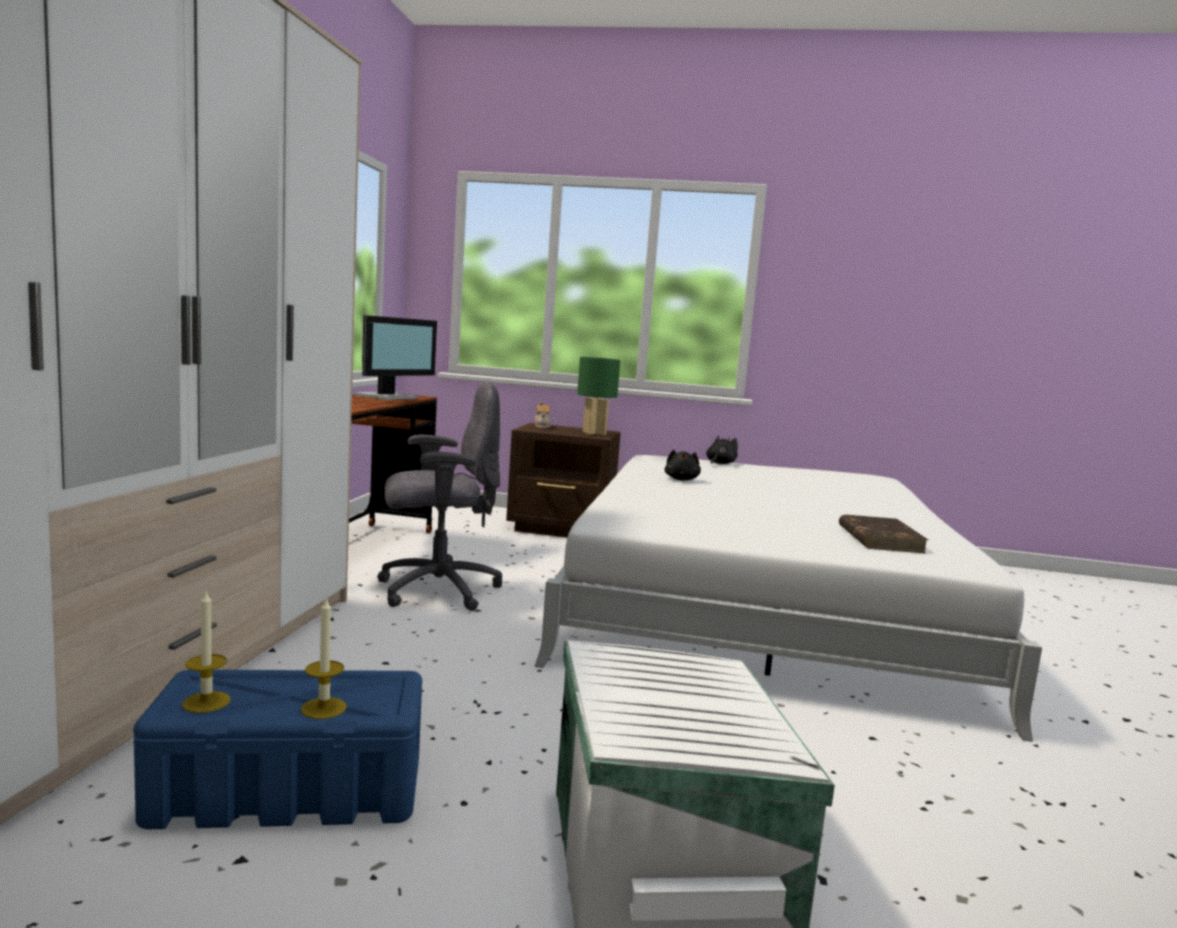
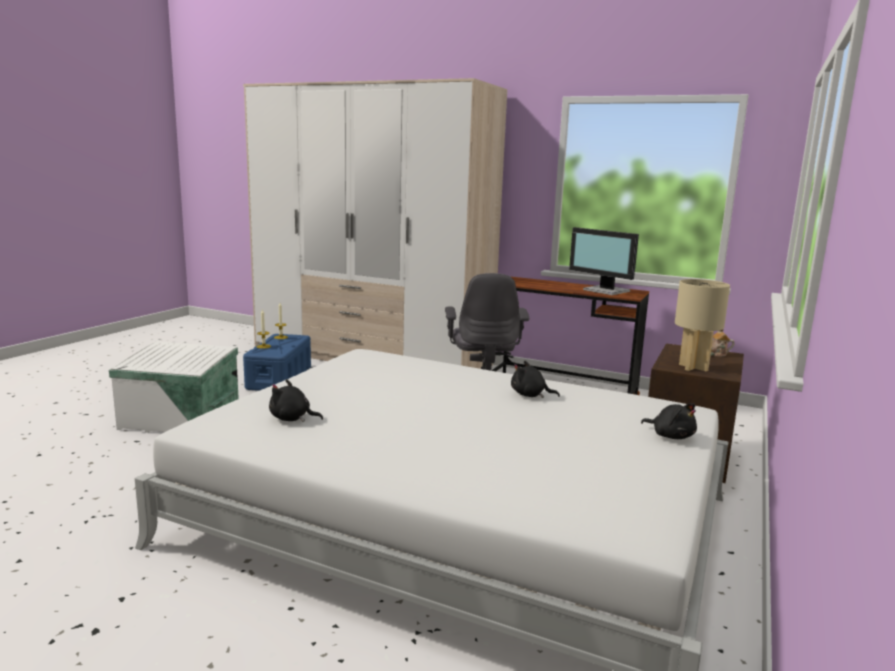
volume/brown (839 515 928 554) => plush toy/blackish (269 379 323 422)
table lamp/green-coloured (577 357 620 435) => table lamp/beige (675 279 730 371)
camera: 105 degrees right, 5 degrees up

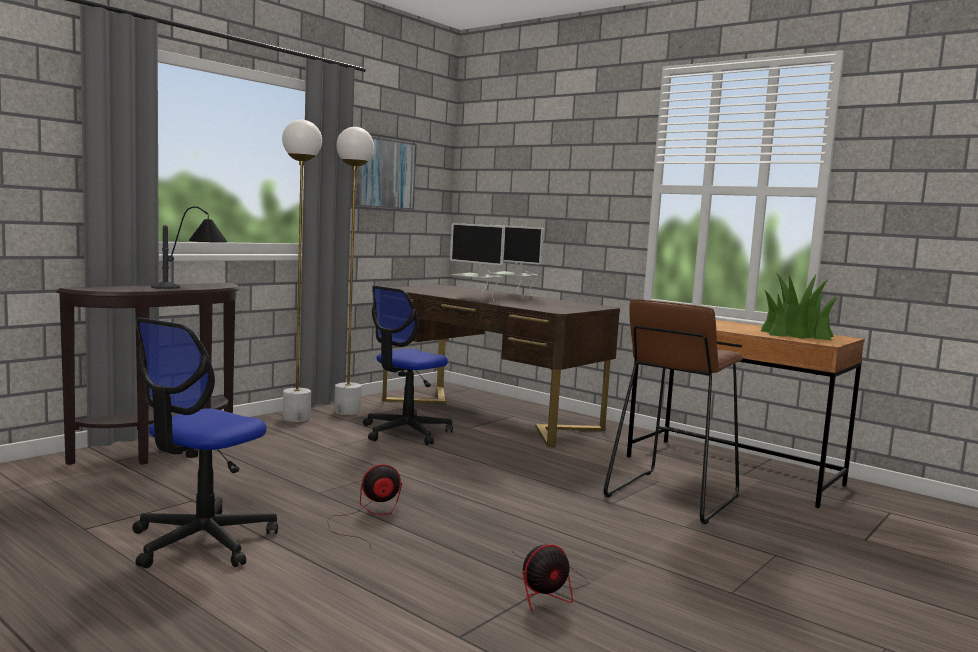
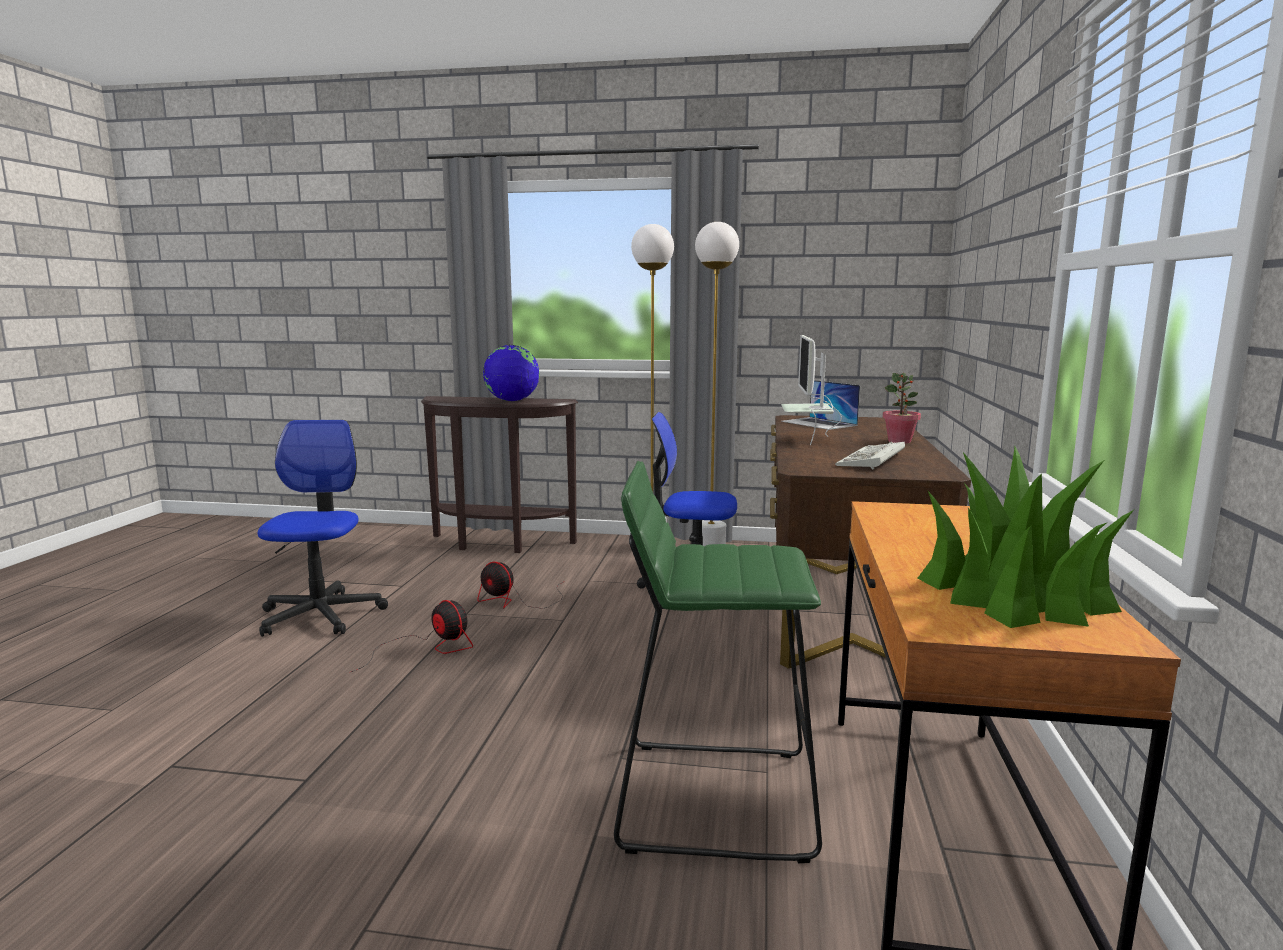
picture (351 137 417 210) => nothing
nothing => notebook computer (781 380 860 430)
nothing => computer keyboard (835 442 905 470)
fan (513 544 588 612) => fan (477 562 565 609), moved
table lamp (151 206 227 289) => world globe (483 345 540 401)
monitor (490 225 544 298) => potted plant (883 373 921 444)
sitting stool/brown (604 299 744 524) => sitting stool/green-coloured (614 461 822 863)
desk chair (132 317 278 568) => desk chair (258 420 388 637), 90 degrees clockwise
camera: 60 degrees right, 5 degrees up

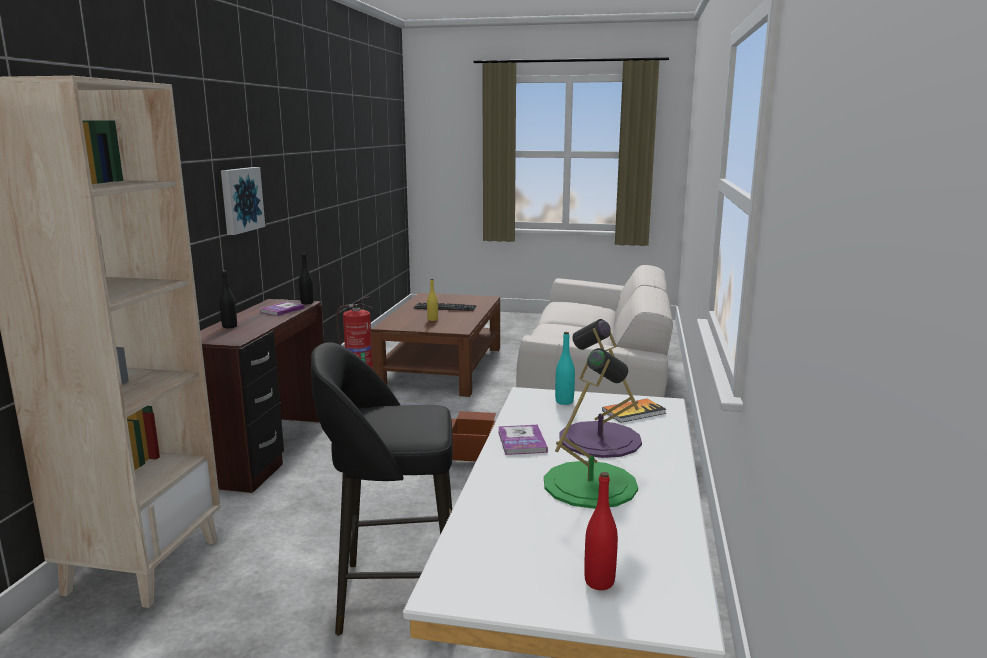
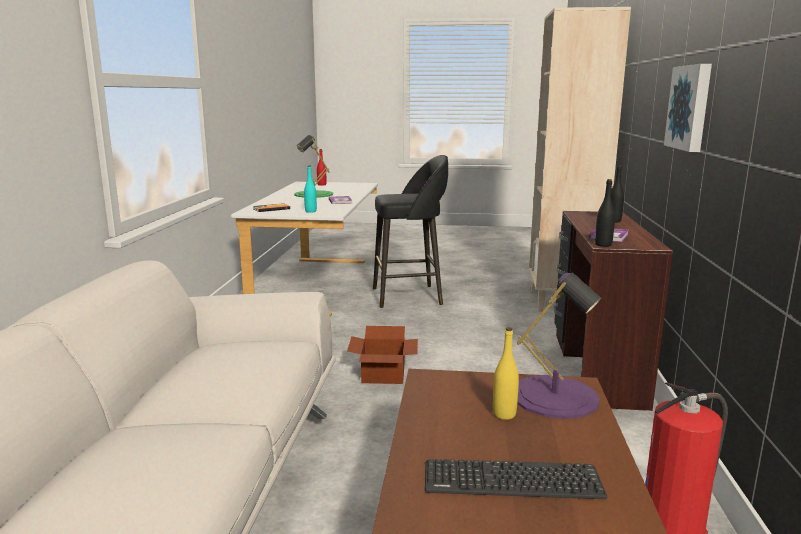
table lamp/purplish (560 319 642 458) => table lamp/purplish (517 272 601 419), moved
camera: 175 degrees right, 0 degrees up

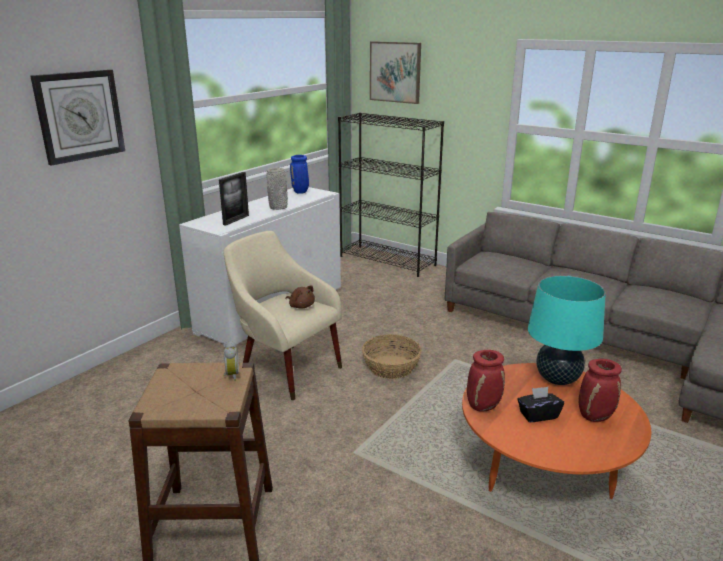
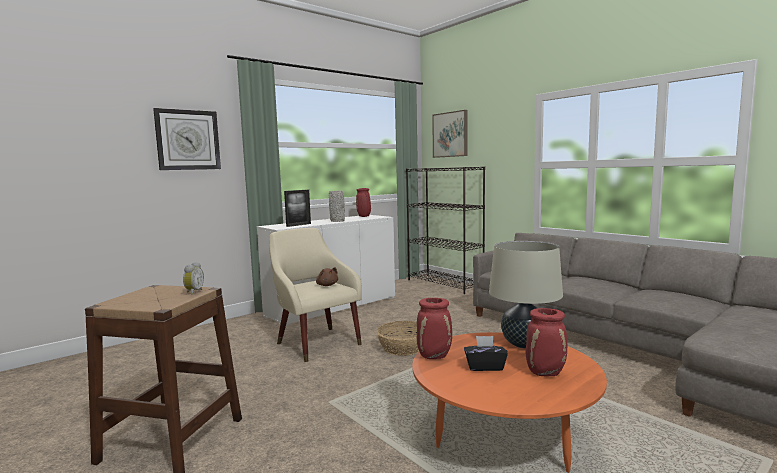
flower vase/blue-coloured (290 155 309 194) => flower vase/reddish (356 188 371 217)
table lamp/blue-green (528 275 606 385) => table lamp/beige (489 241 563 349)
camera: 15 degrees right, 15 degrees down

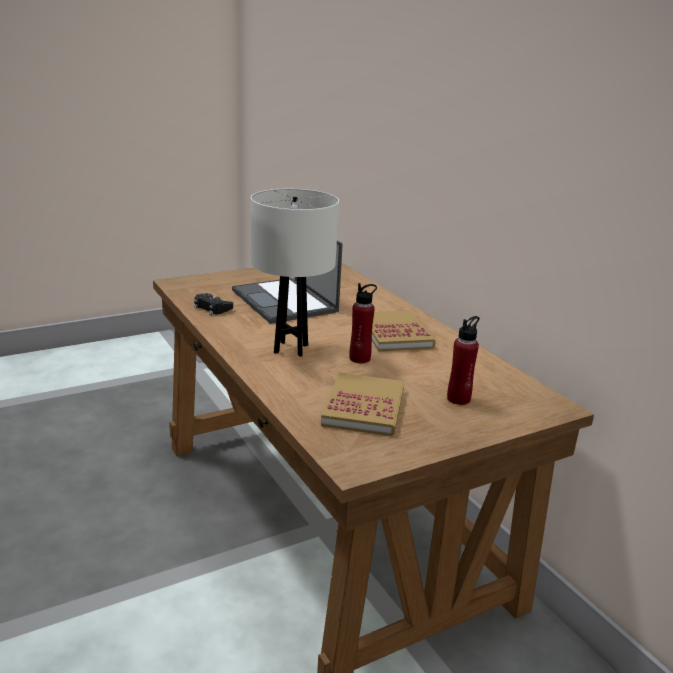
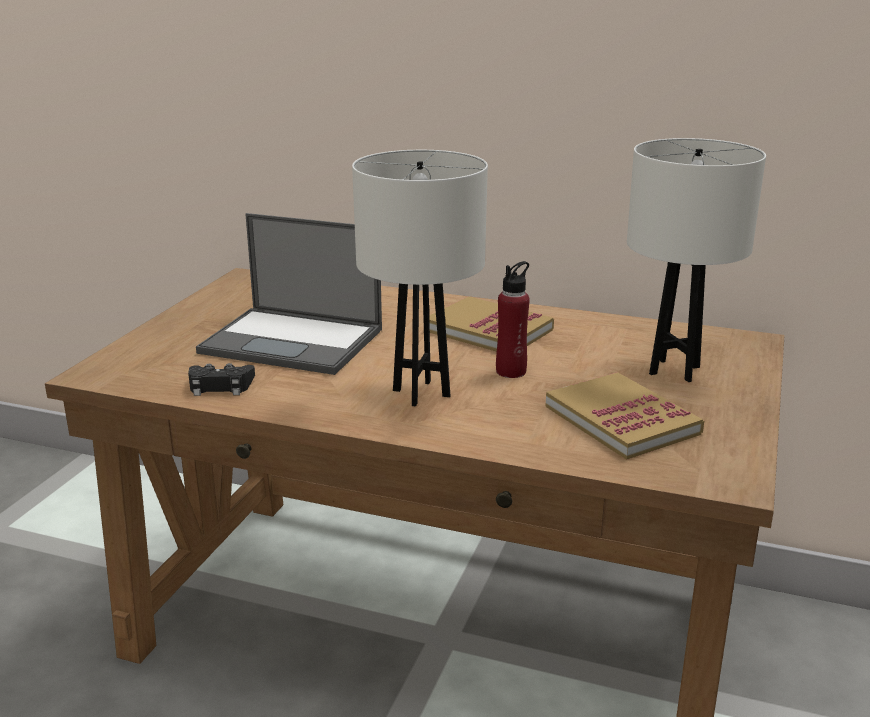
drink bottle/reddish (447 316 480 405) => table lamp/white (627 138 766 382)
camera: 40 degrees left, 0 degrees up

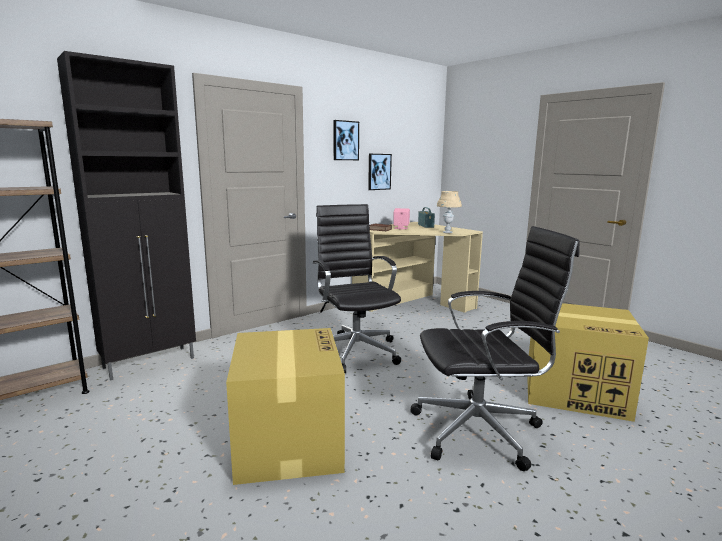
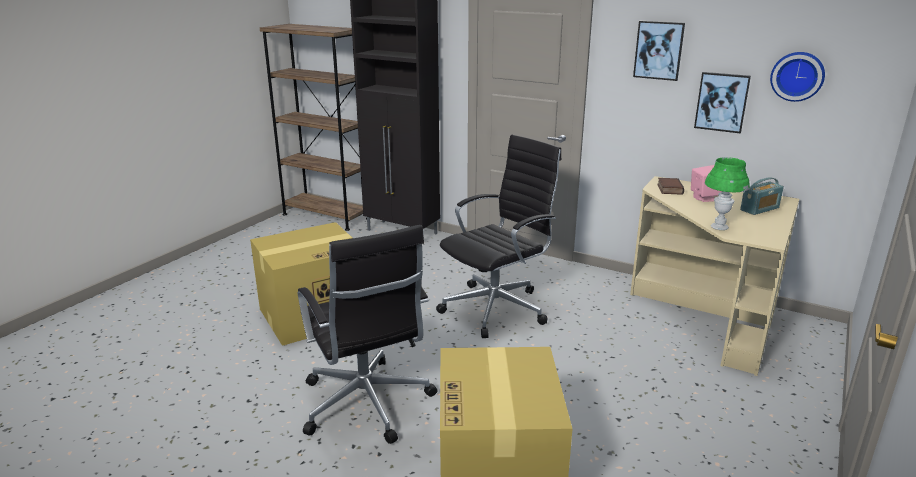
nothing => clock on the wall (770 52 825 102)
table lamp/beige (437 191 462 233) => table lamp/green-coloured (705 157 750 230)
camera: 70 degrees right, 10 degrees up

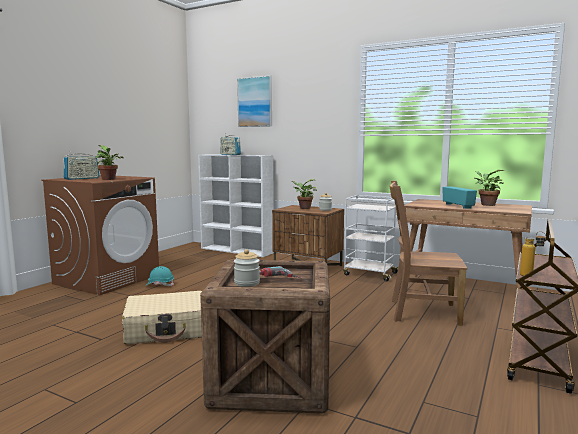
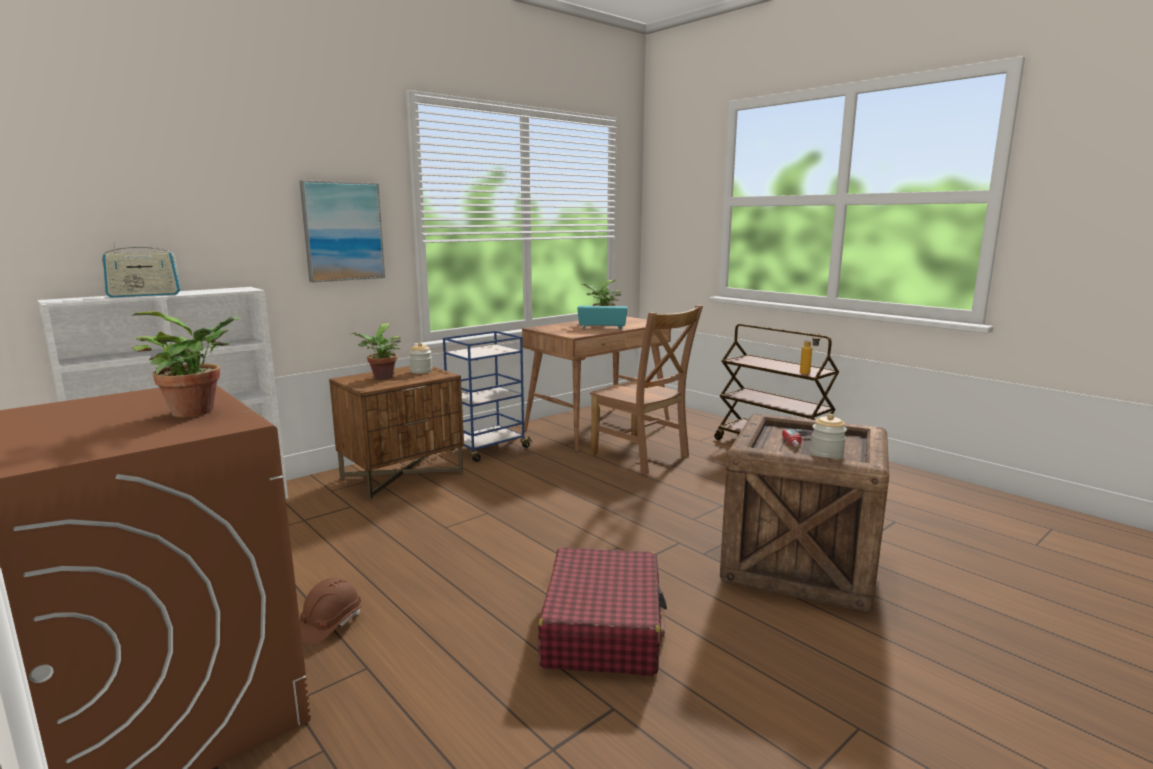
radio (63 151 100 180) => nothing
picture (237 75 272 127) => picture (300 181 385 282), moved
suitcase/beige (122 291 202 344) => suitcase/reddish (538 547 667 676)
work helmet/blue-green (145 266 174 286) => work helmet/brown (299 578 362 645)
cart/white (343 195 398 281) => cart/blue-coloured (443 331 532 462)
upright chair/brown (389 181 467 326) => upright chair/brown (590 305 703 474), 75 degrees counterclockwise
camera: 70 degrees left, 5 degrees up

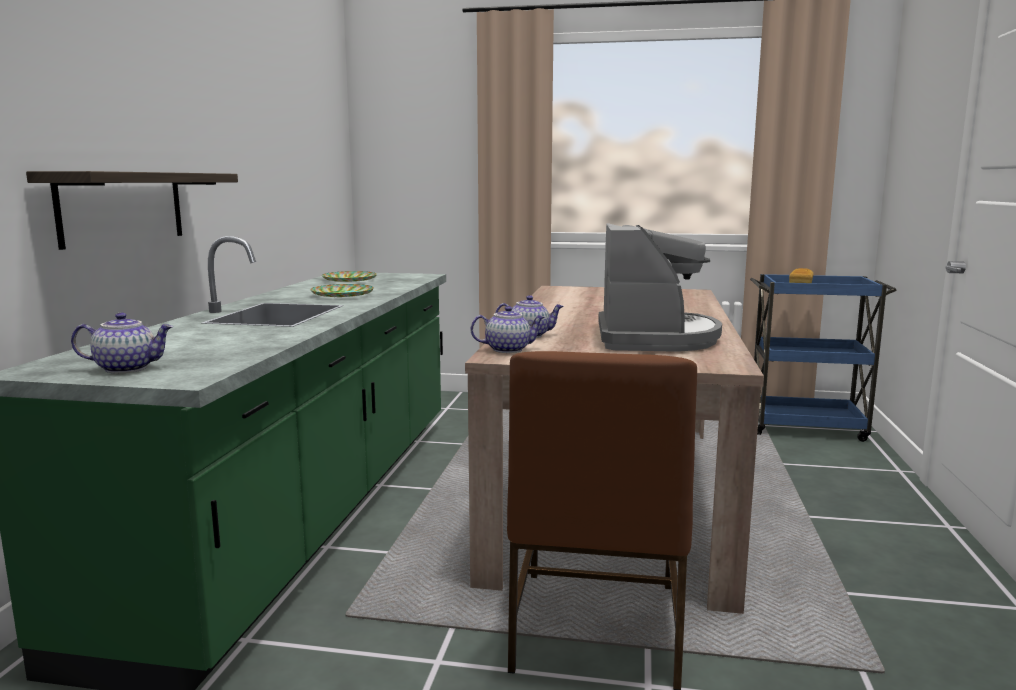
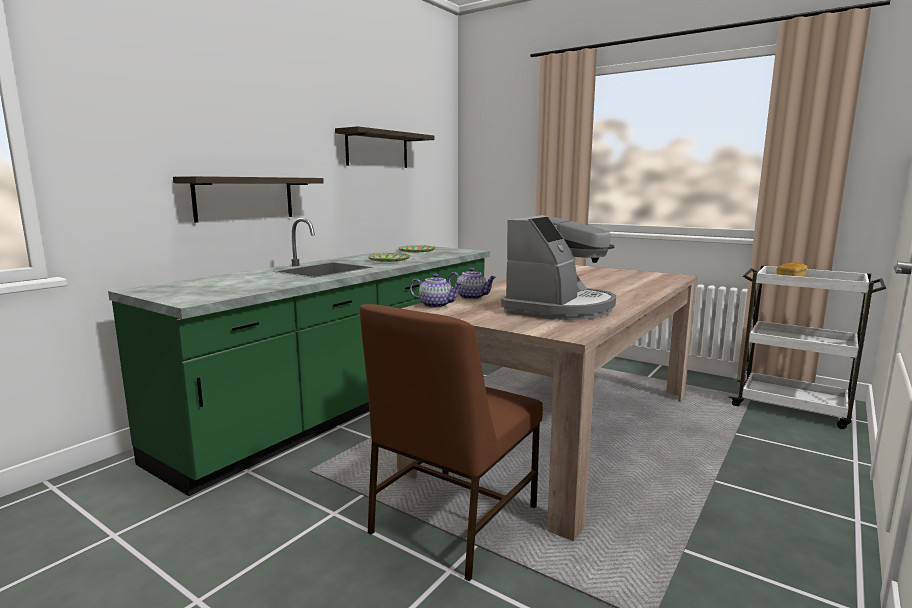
teapot (71 312 173 373) => nothing
nothing => shelf (335 126 435 168)
cart/blue-coloured (750 274 897 442) => cart/white (728 265 886 429)
camera: 25 degrees right, 0 degrees up

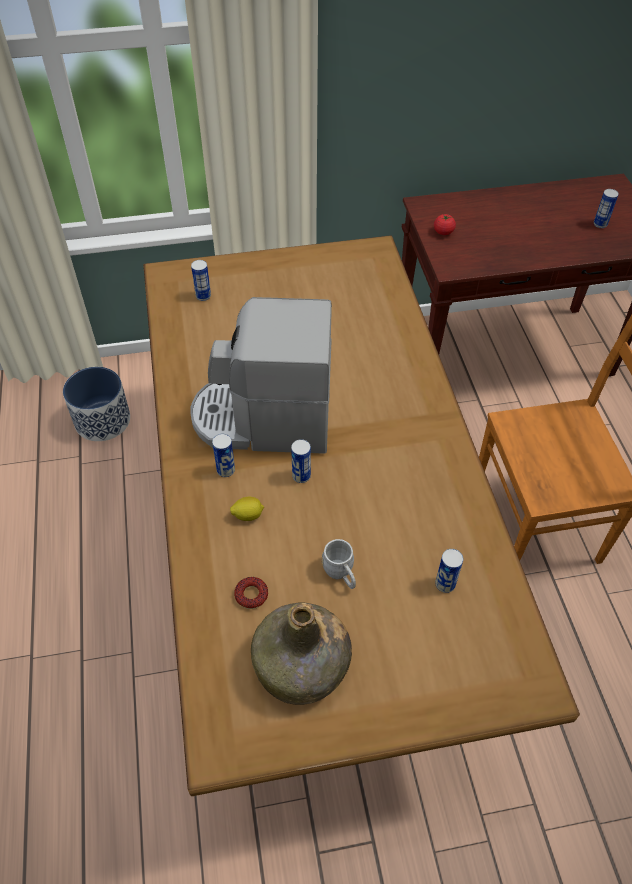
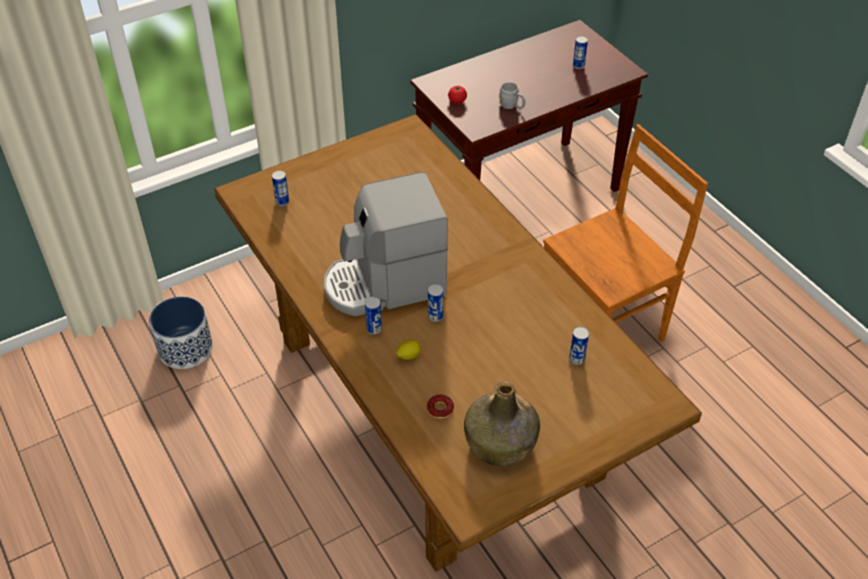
mug/greyish (322 539 356 589) => mug/greyish (499 82 525 109), moved
camera: 20 degrees left, 5 degrees down

